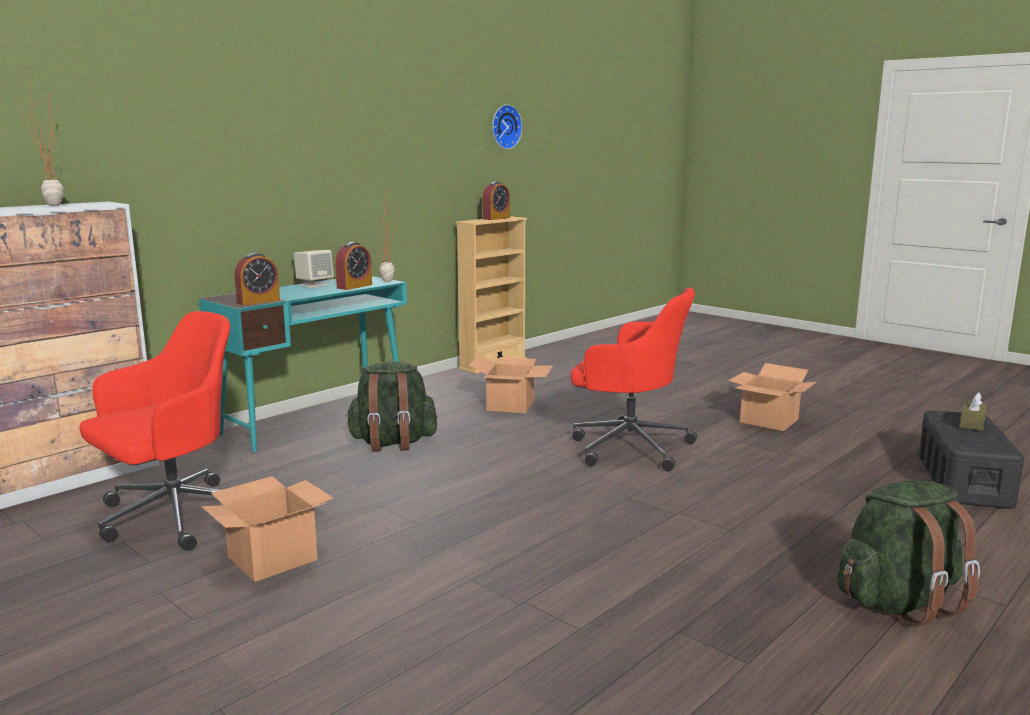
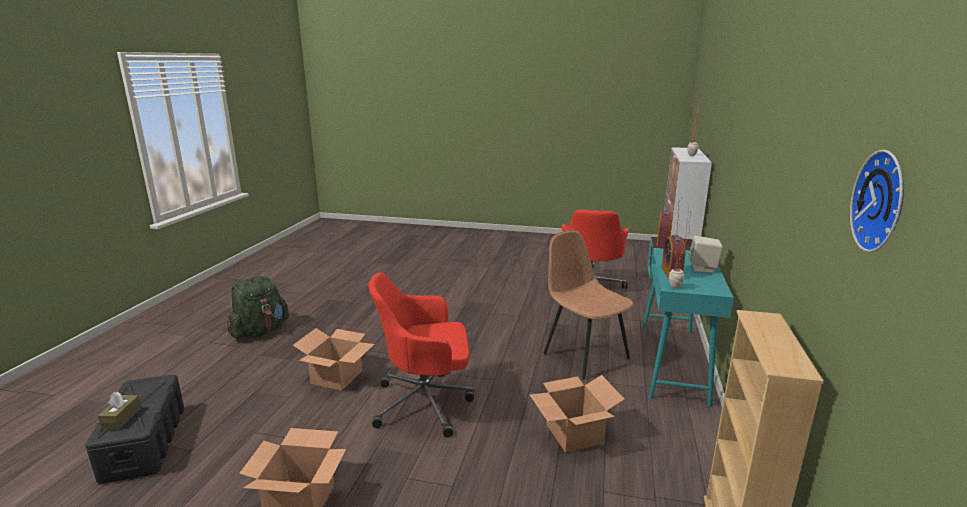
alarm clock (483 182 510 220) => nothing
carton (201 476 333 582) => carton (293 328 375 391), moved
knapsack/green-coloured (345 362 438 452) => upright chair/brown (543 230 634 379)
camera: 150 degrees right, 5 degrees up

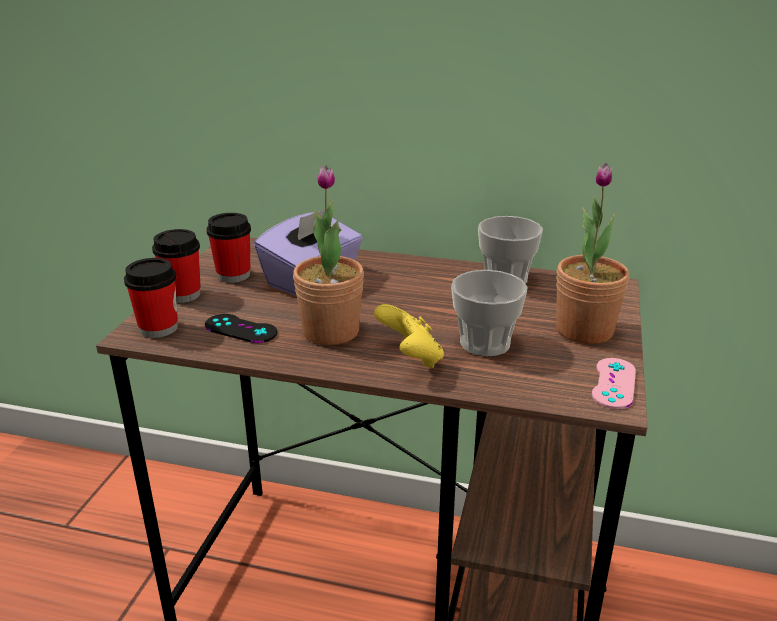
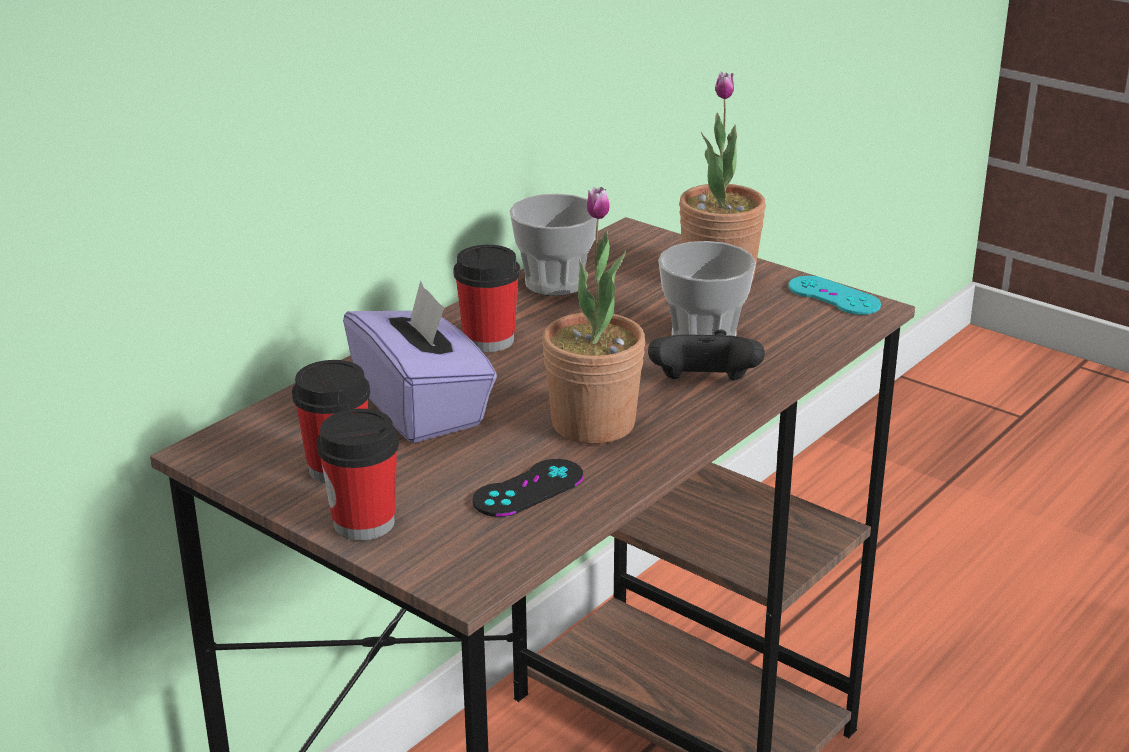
cup (124 258 178 338) => cup (454 245 520 352), moved
gamepad/yellow (374 304 444 368) => gamepad/blackish (648 330 765 381)
gamepad/pink (592 358 636 409) => gamepad/blue-green (789 276 881 315)
camera: 65 degrees left, 0 degrees up

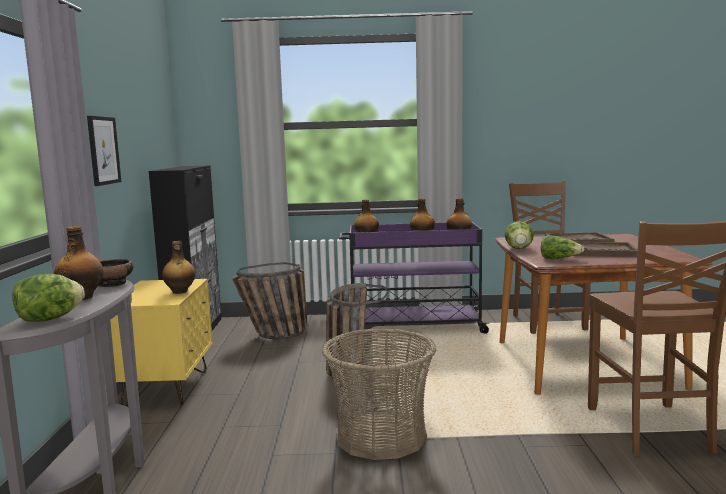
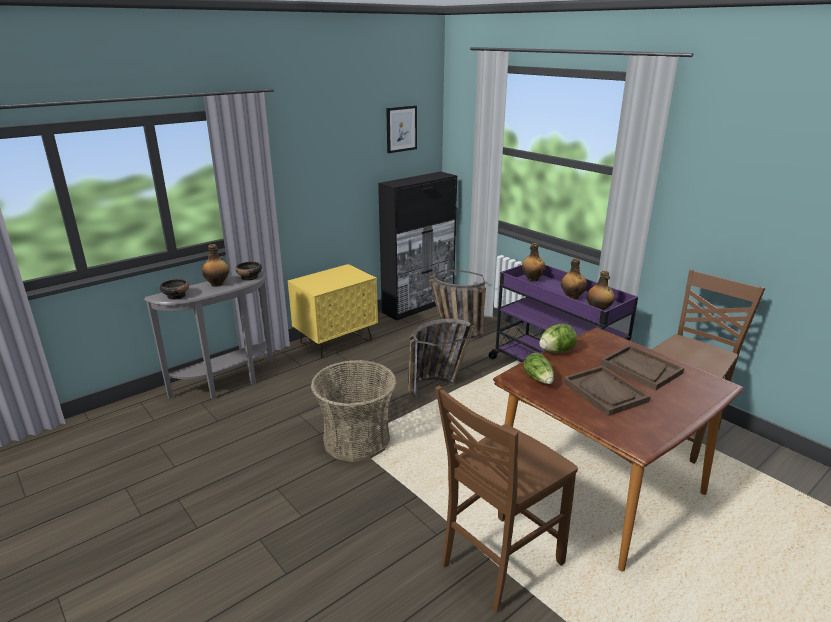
drink bottle (162 241 196 294) => nothing
picture (87 116 121 186) => picture (386 105 417 153), moved
lettuce head (12 274 85 322) => bowl (160 279 189 300)
camera: 50 degrees right, 15 degrees up

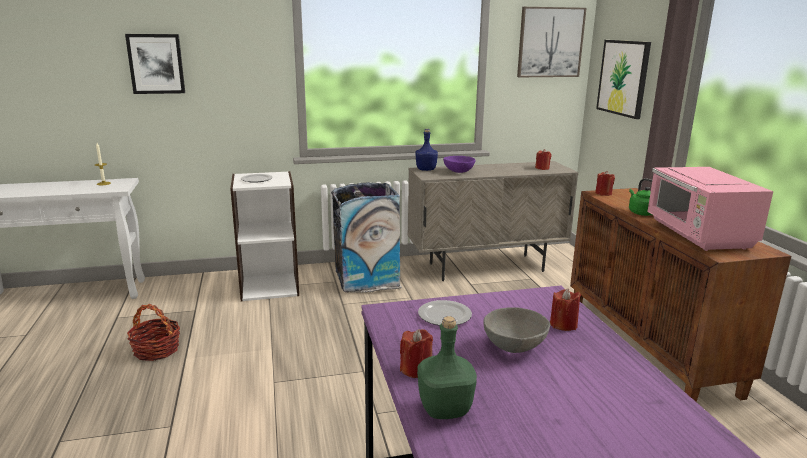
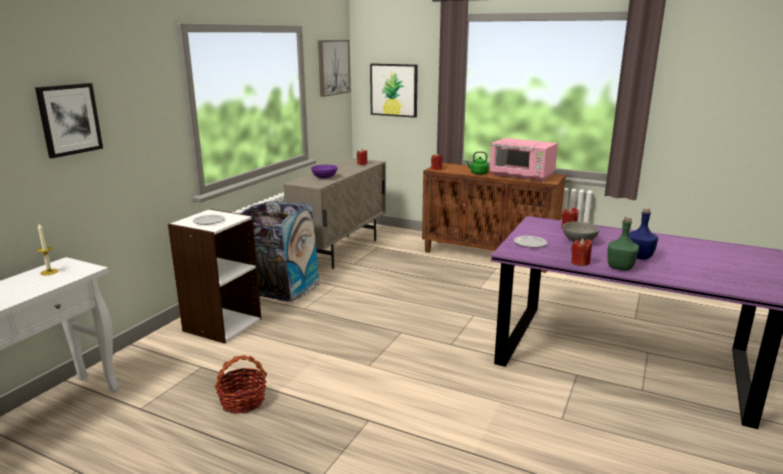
drink bottle/blue-coloured (415 129 438 171) => drink bottle/blue-coloured (629 208 658 260), moved
camera: 50 degrees left, 0 degrees up

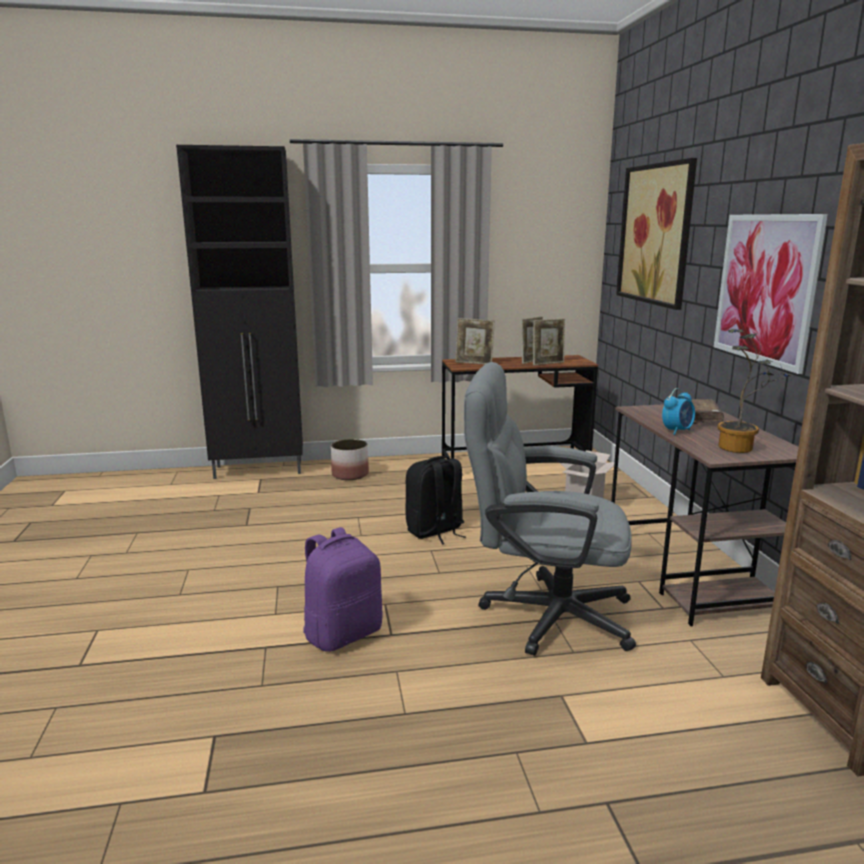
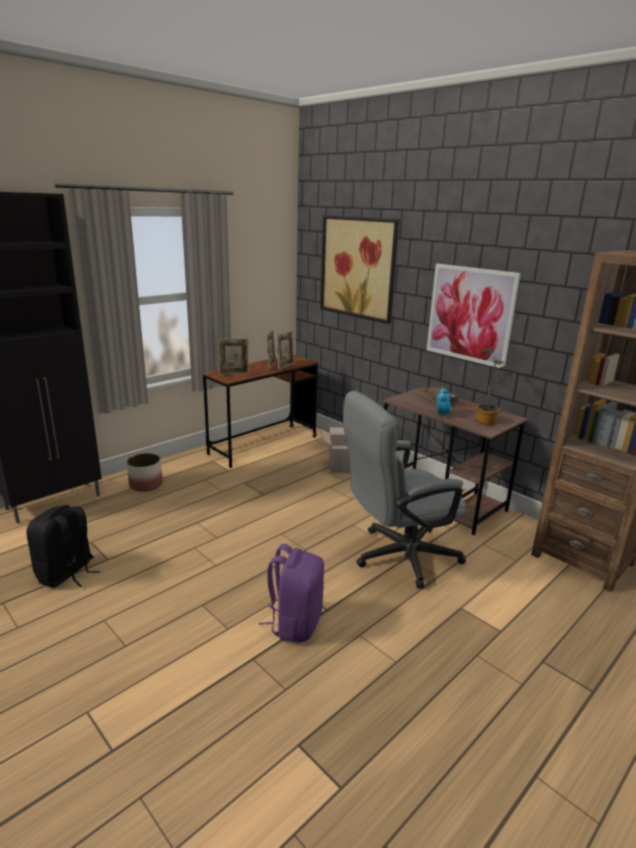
knapsack/blackish (406 456 466 544) => knapsack/blackish (27 505 100 588), moved
camera: 35 degrees left, 5 degrees up

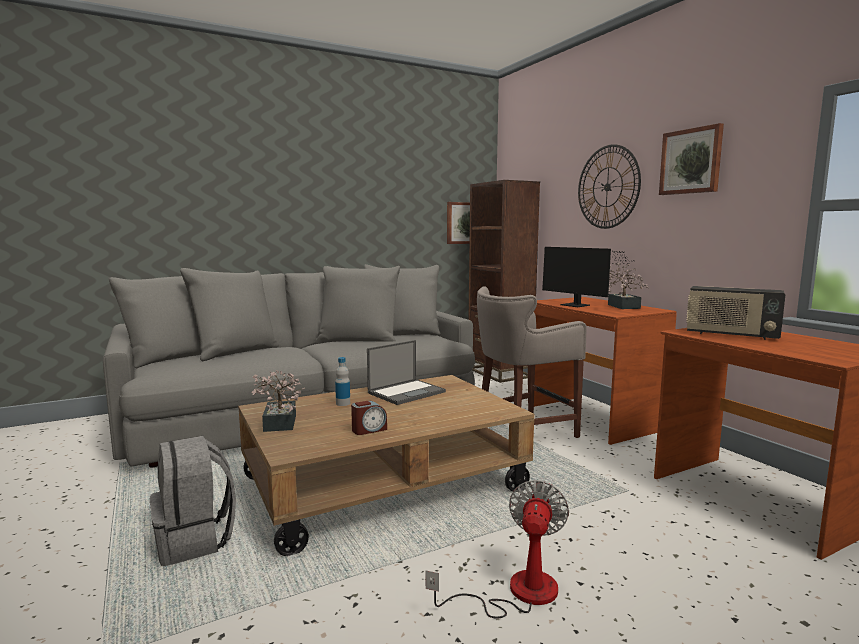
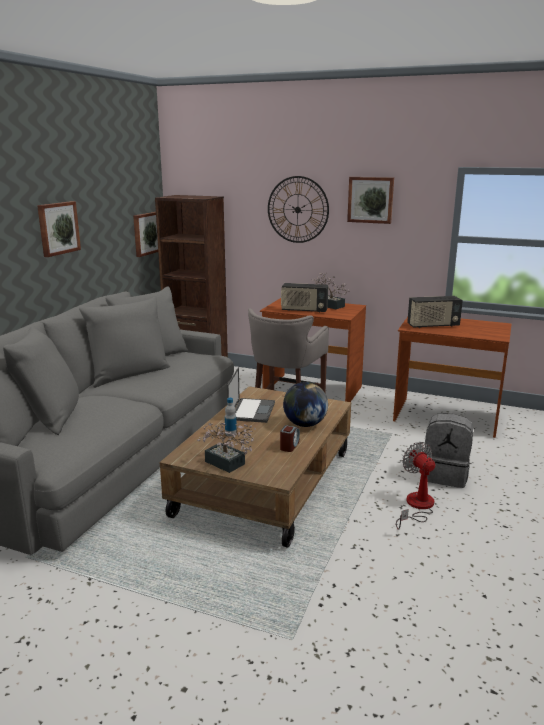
nothing => picture (37 201 81 257)
nothing => world globe (283 382 328 427)
knapsack/greyish (150 436 236 566) => knapsack/greyish (425 414 473 488), moved
monitor (542 247 630 307) => radio (281 283 328 313)
camera: 40 degrees left, 10 degrees up

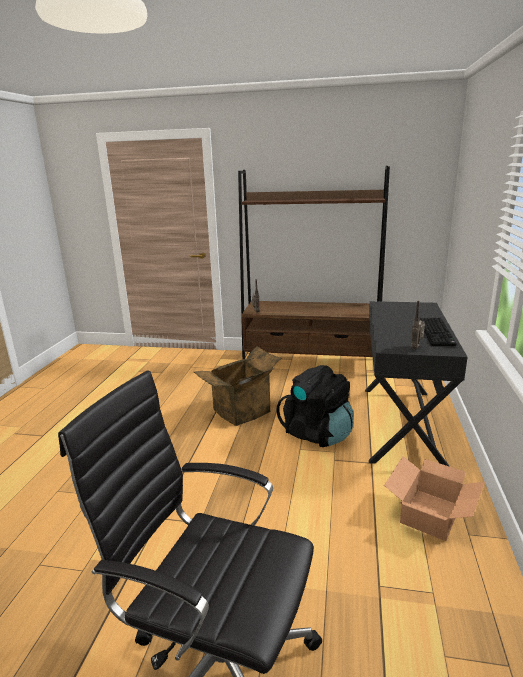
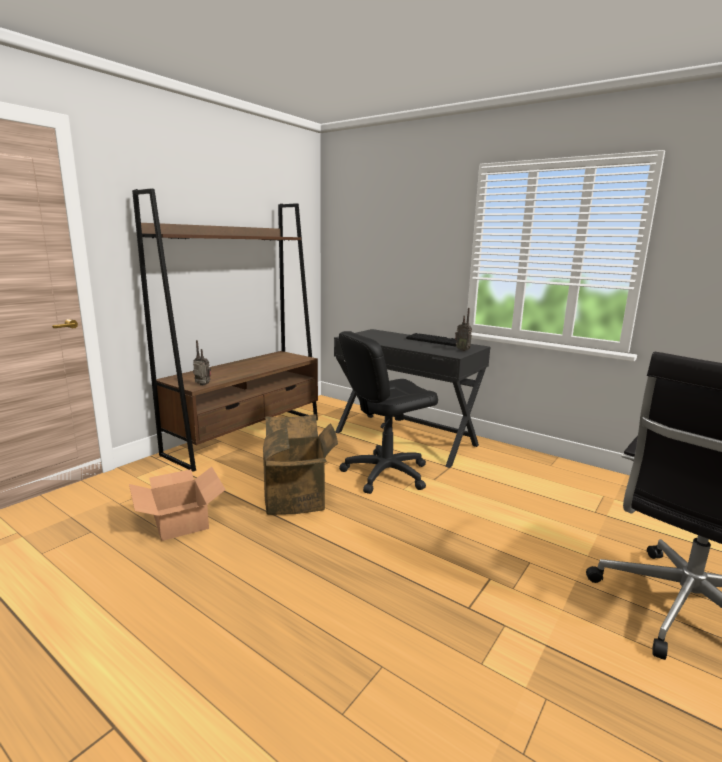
carton (384 456 485 541) => carton (129 467 226 541), moved
knapsack/blackish (277 365 354 447) => desk chair/blackish (339 331 438 494)
camera: 65 degrees left, 5 degrees down

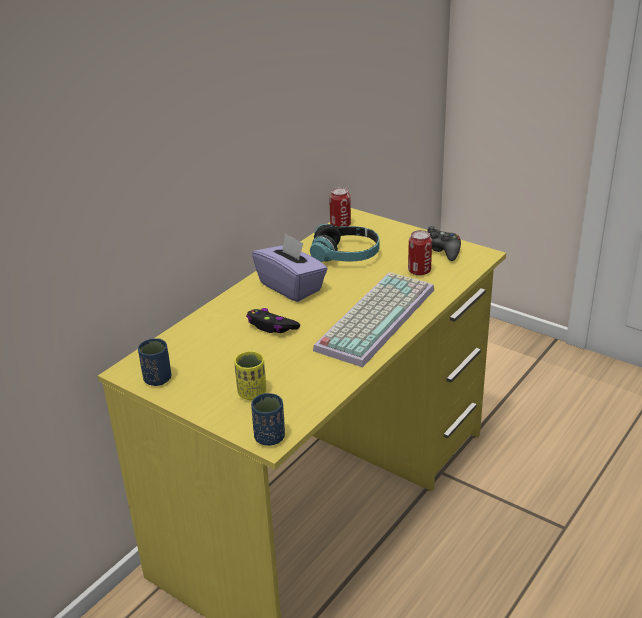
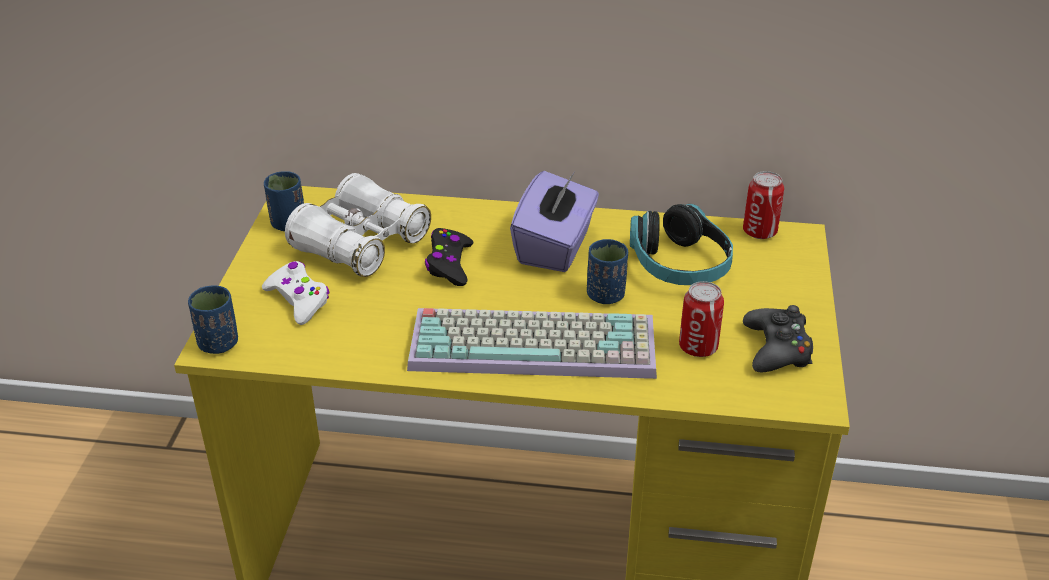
nothing => binoculars/white (285 173 431 277)
nothing => cup/blue-coloured (587 239 628 304)
cup/yellow (234 351 266 400) => gamepad/white (262 261 329 325)
camera: 60 degrees right, 5 degrees up

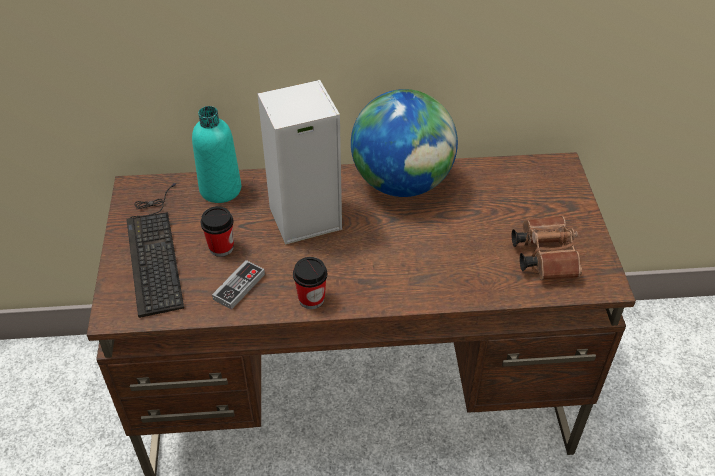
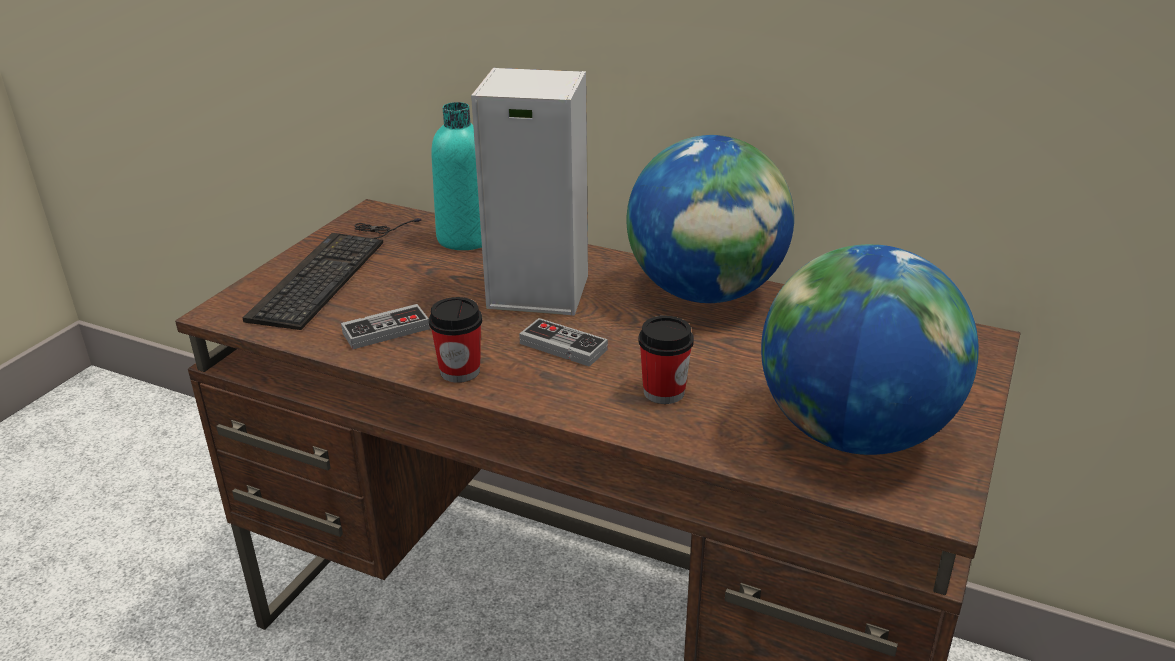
nothing => gamepad (519 318 608 367)
cup (201 206 234 257) => cup (638 316 694 404), moved
binoculars/brown (512 216 582 280) => world globe (761 244 979 455)
camera: 30 degrees right, 15 degrees down

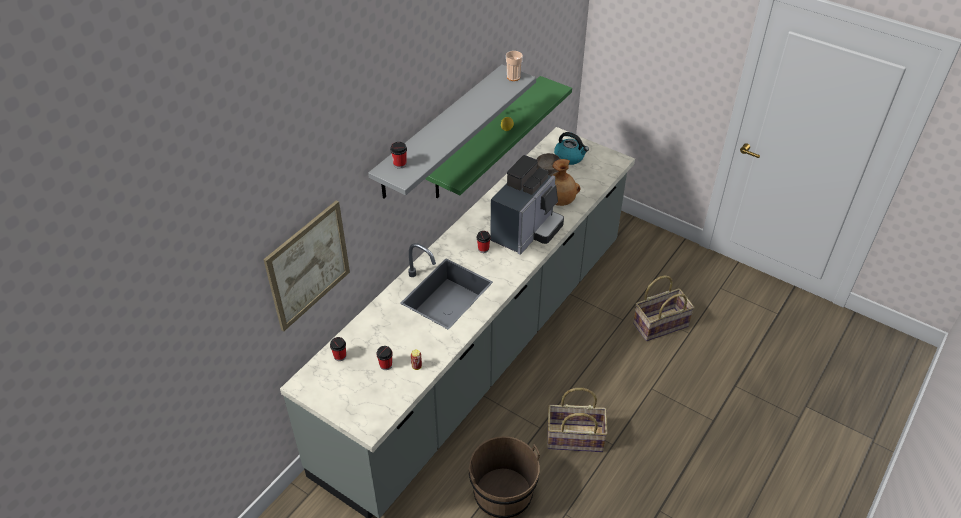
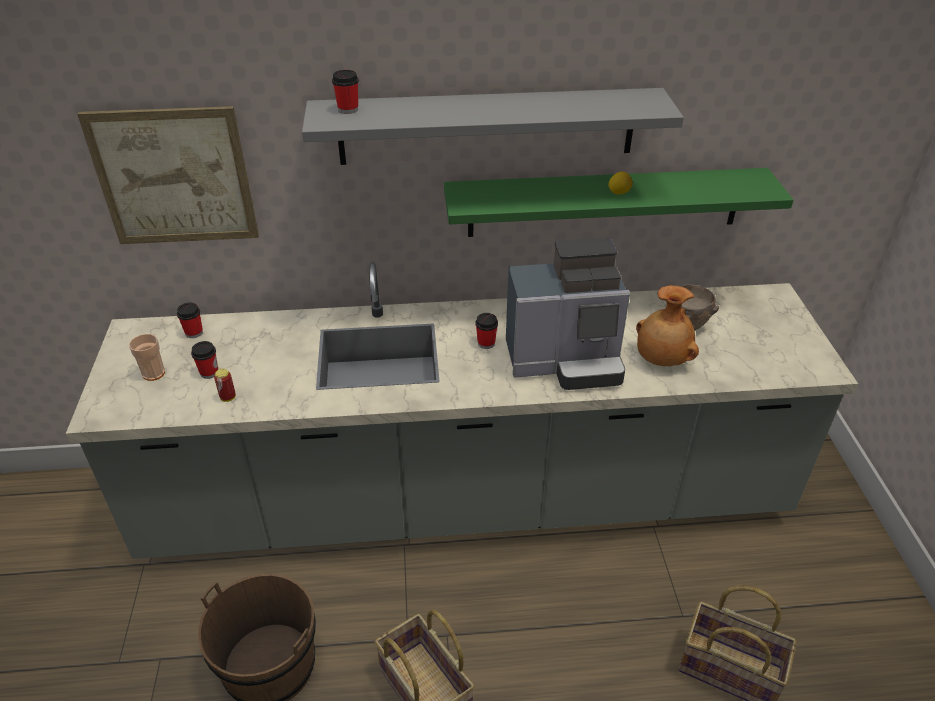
water kettle (554 132 589 165) => nothing
cup (506 51 523 81) => cup (129 334 165 381), moved
camera: 50 degrees right, 5 degrees down

